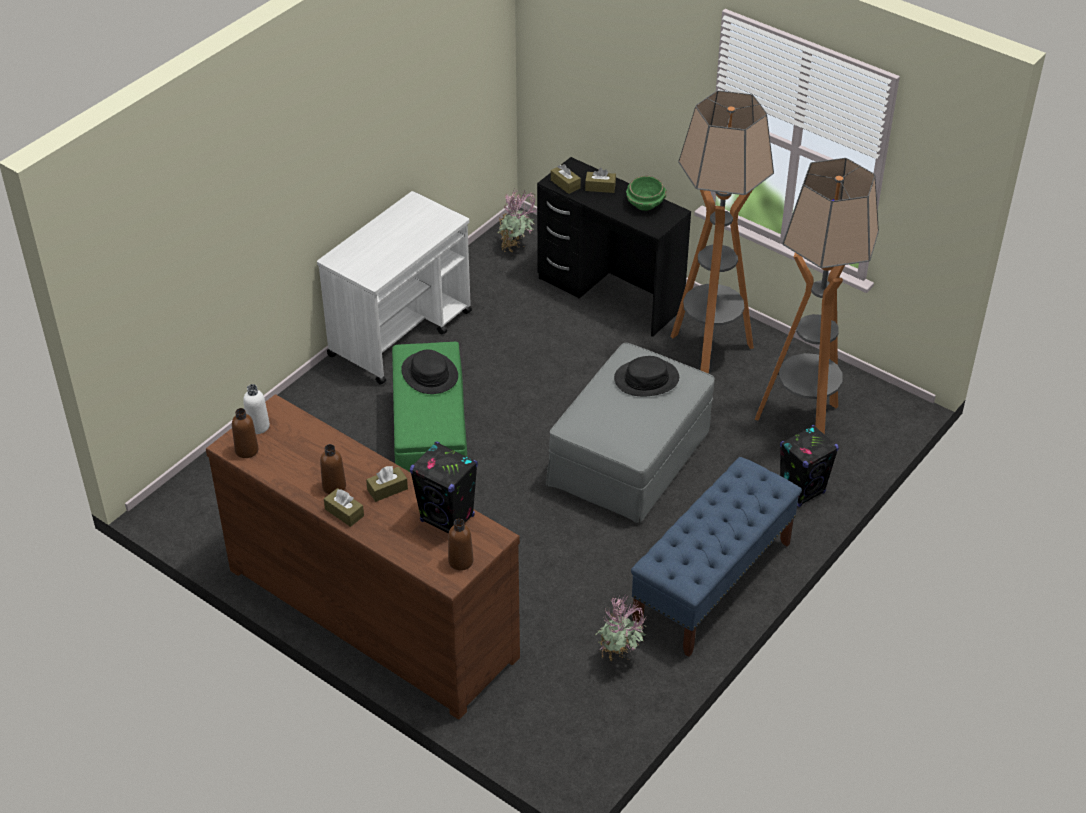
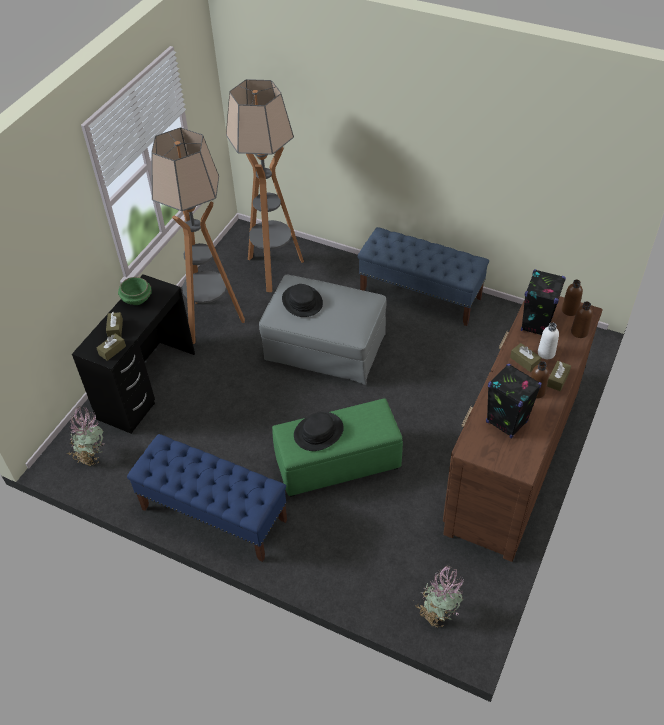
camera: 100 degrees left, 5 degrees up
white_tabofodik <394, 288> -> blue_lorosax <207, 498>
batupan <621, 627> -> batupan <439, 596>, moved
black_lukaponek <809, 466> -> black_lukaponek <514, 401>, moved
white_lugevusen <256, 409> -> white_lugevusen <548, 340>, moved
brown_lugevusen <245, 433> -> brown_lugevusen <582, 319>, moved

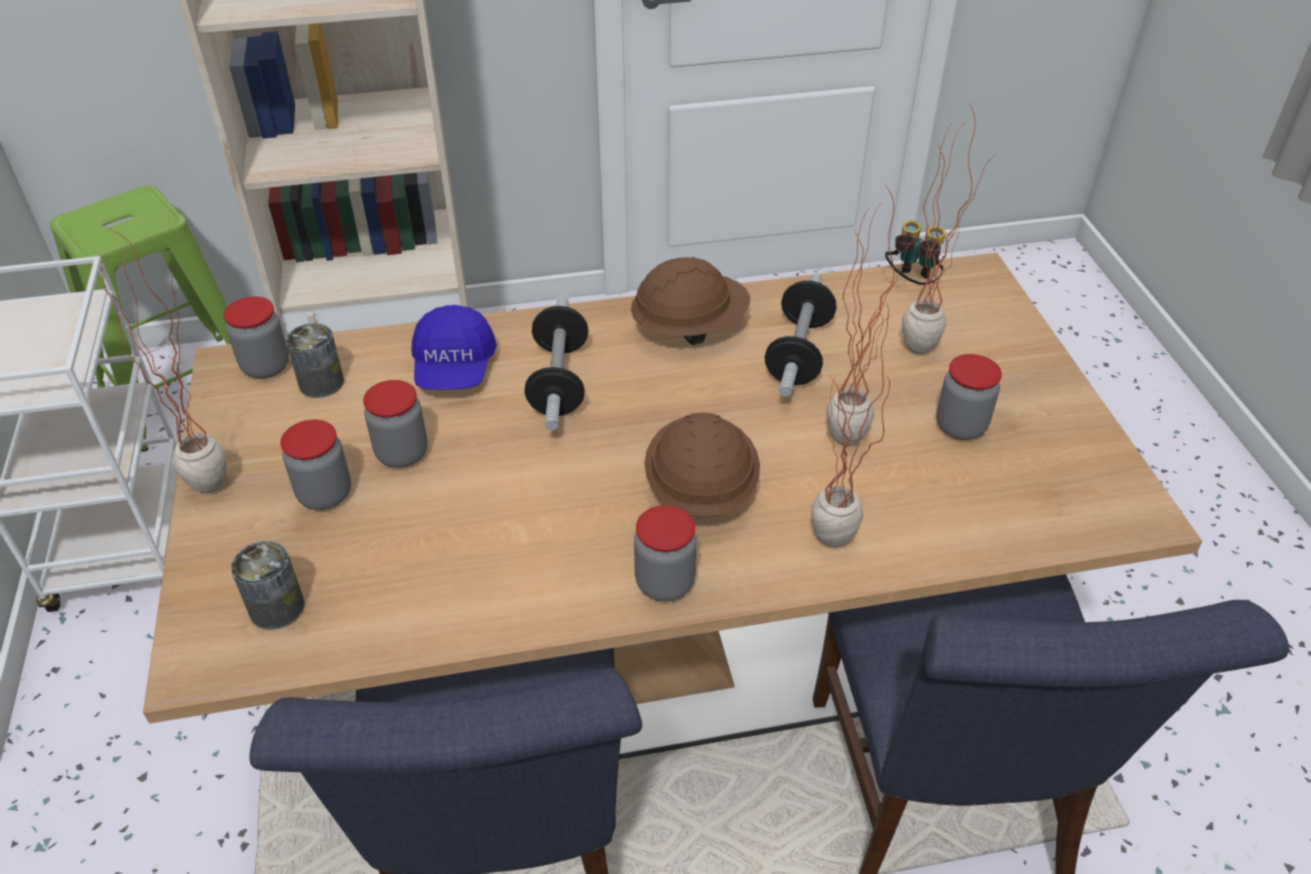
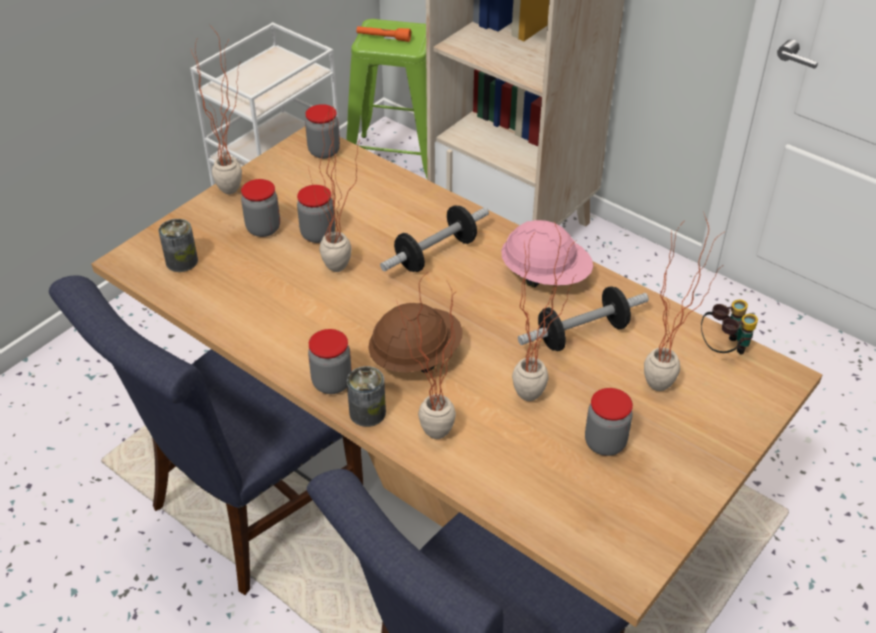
camera: 50 degrees right, 0 degrees up
none -> batupan <334, 189>
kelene <315, 360> -> kelene <366, 396>, moved
none -> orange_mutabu <383, 34>
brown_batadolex <690, 301> -> pink_batadolex <547, 254>
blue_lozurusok <454, 347> -> none

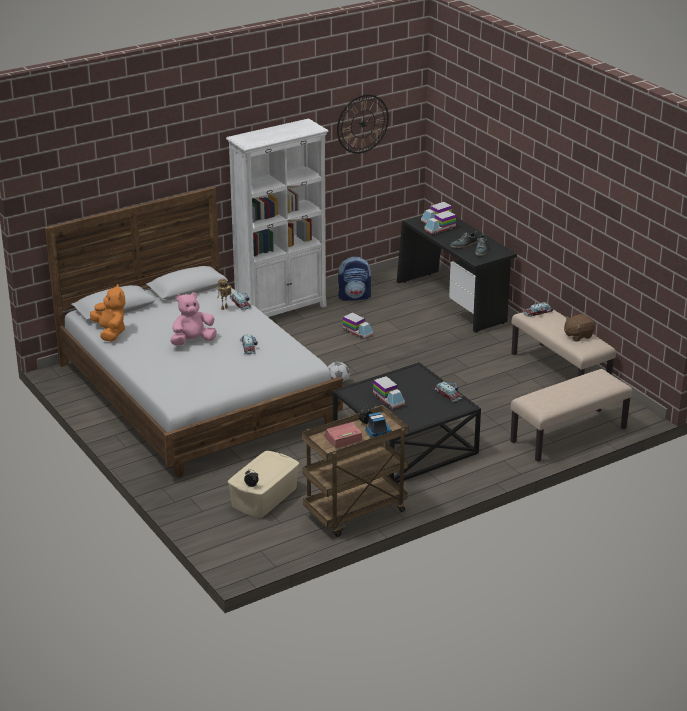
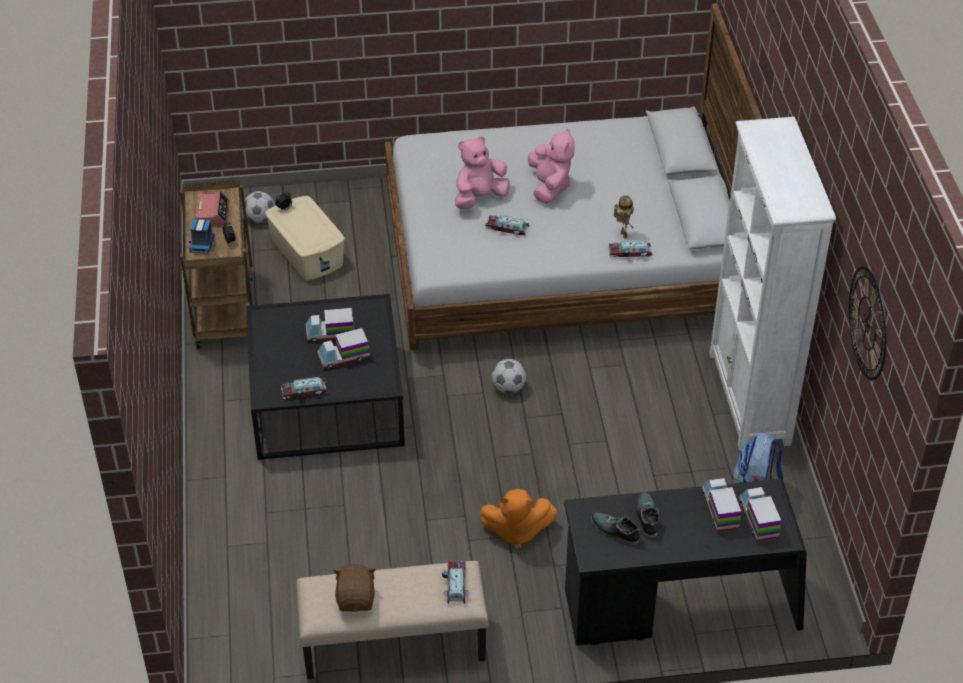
camera: 115 degrees right, 15 degrees up
none -> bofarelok <260, 207>
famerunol <358, 326> -> famerunol <344, 348>, moved
none -> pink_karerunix <482, 172>
orange_karerunix <107, 313> -> orange_karerunix <518, 519>, moved
beige_lorosax <571, 415> -> none

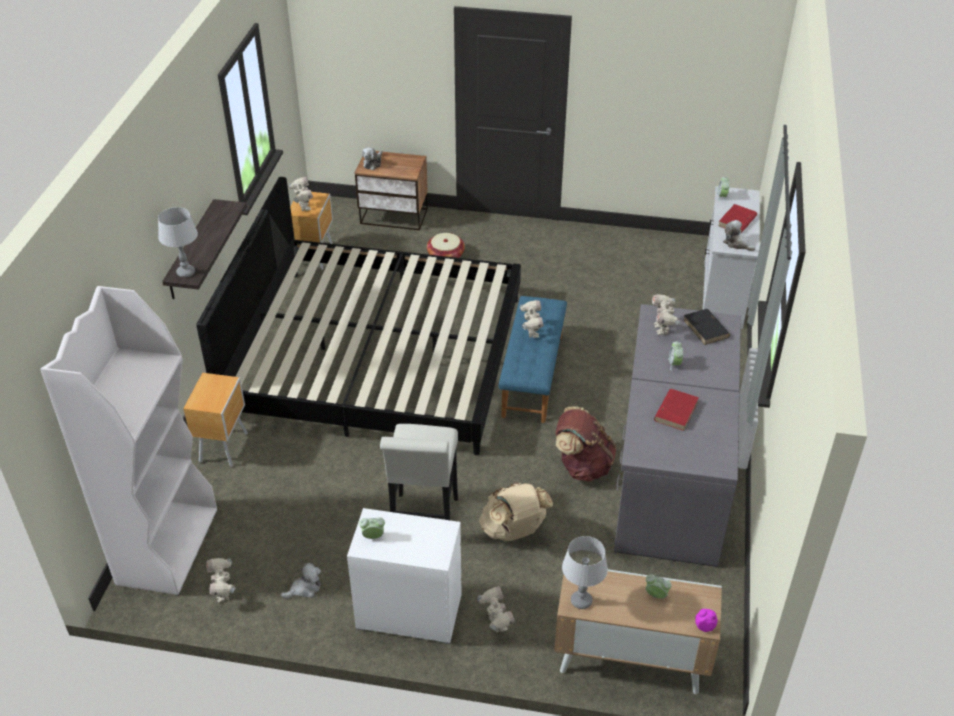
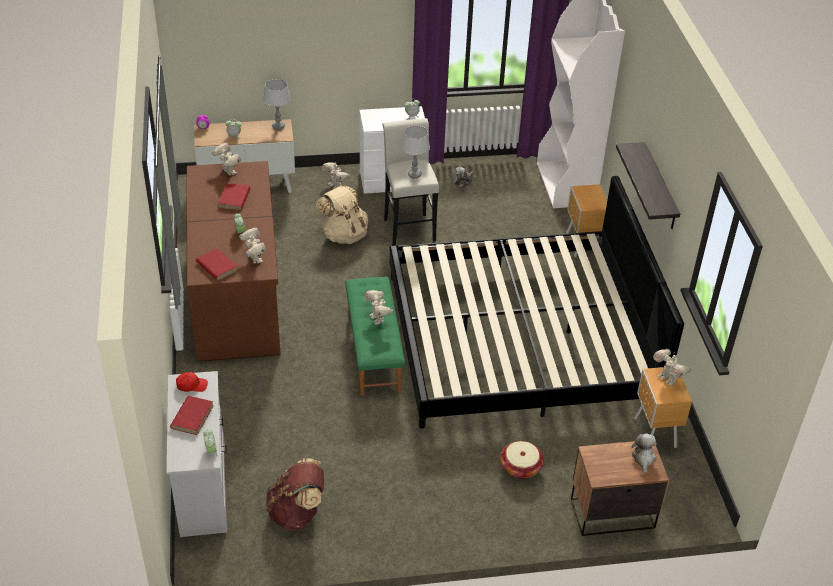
camera: 160 degrees right, 0 degrees up
karerunix <739, 235> -> red_lozurusok <192, 382>
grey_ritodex <677, 435> -> brown_ritodex <234, 261>
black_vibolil <706, 327> -> red_vibolil <217, 264>
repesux <221, 580> -> repesux <226, 159>, moved
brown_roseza <585, 444> -> brown_roseza <295, 494>, moved
blue_lorosax <533, 359> -> green_lorosax <375, 336>
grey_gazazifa <178, 242> -> grey_gazazifa <415, 152>, moved

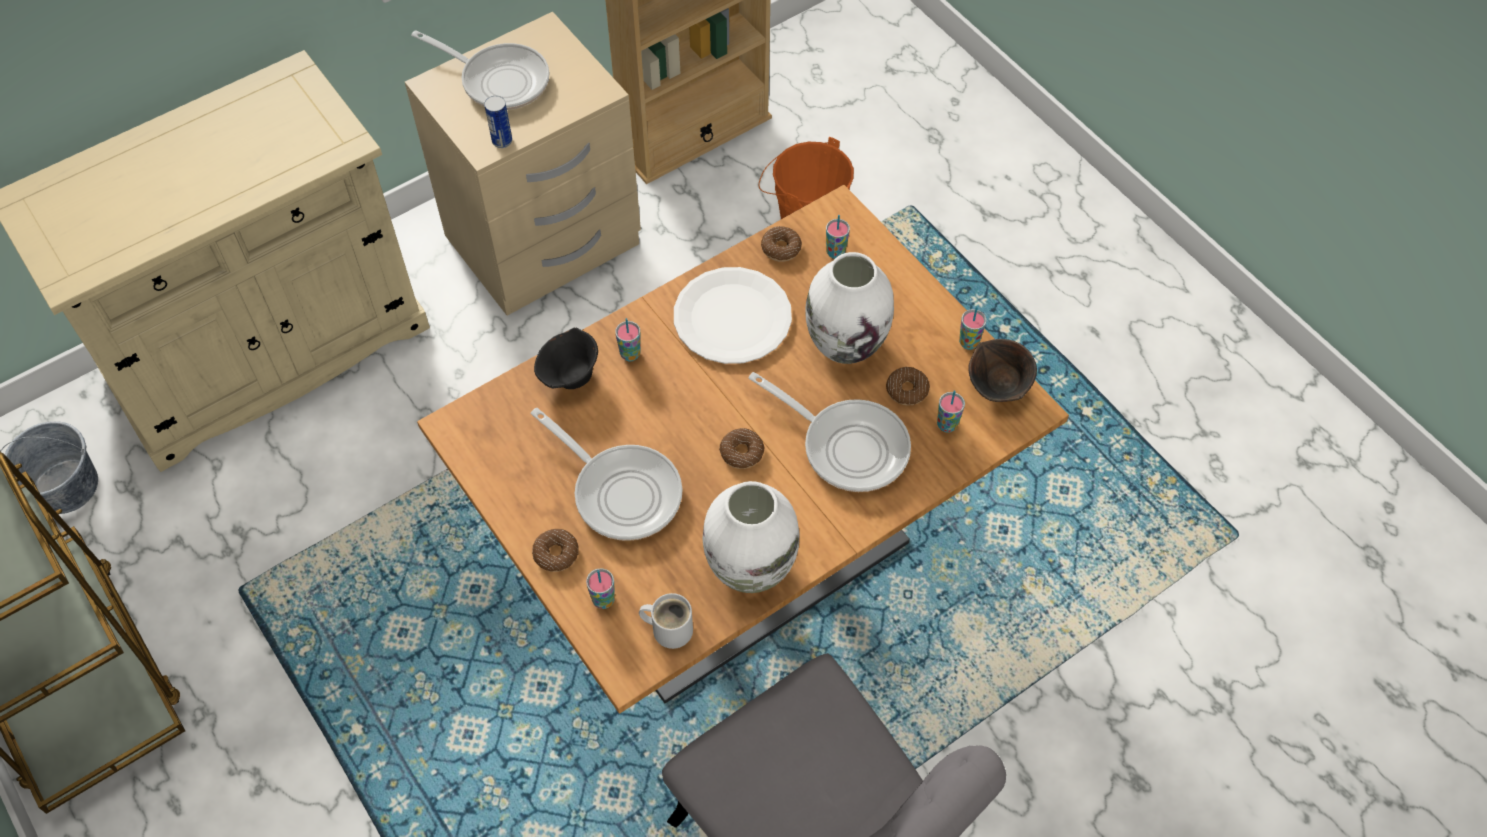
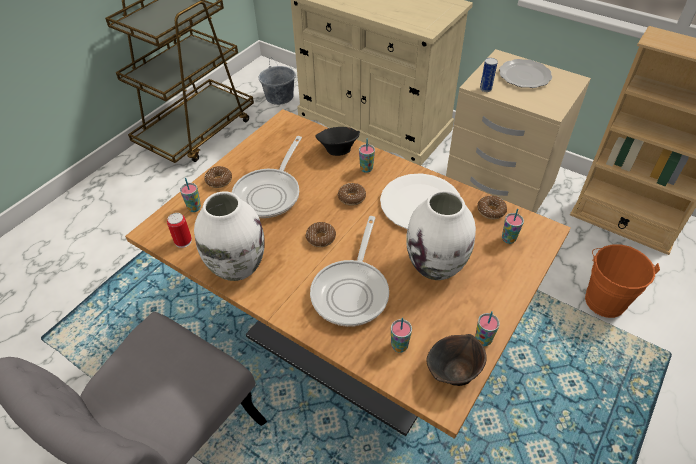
camera: 70 degrees right, 10 degrees down
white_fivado <666, 621> -> kelene <179, 230>
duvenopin <908, 386> -> duvenopin <352, 194>, moved
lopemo <480, 70> -> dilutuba <525, 73>

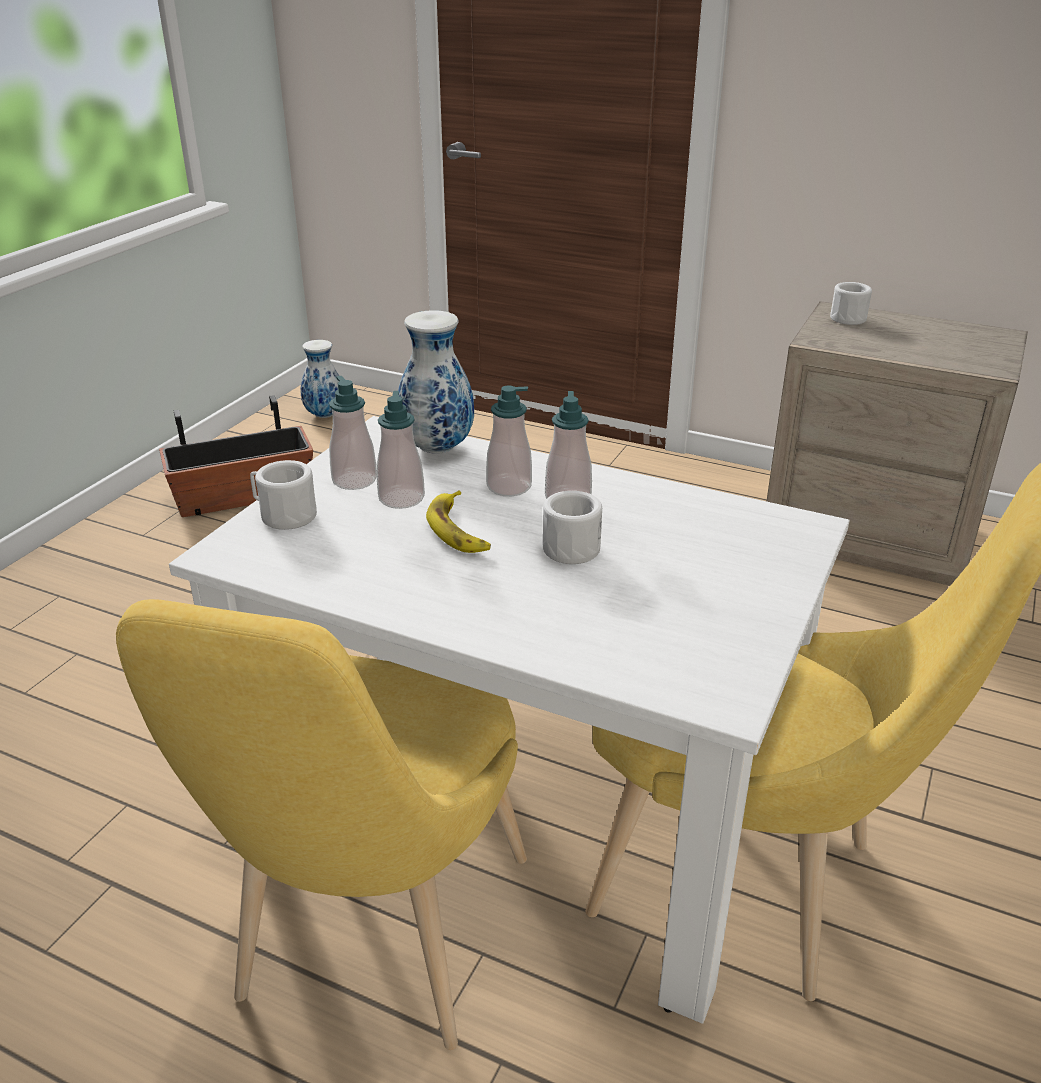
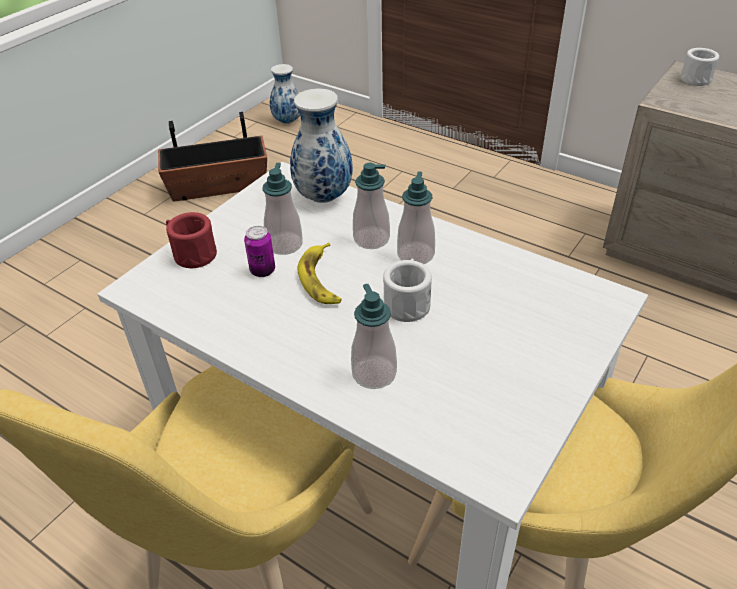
camera: 10 degrees right, 10 degrees up
white_fivado <283, 495> -> red_fivado <191, 240>
none -> kelene <259, 251>
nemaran <353, 433> -> nemaran <374, 336>, moved

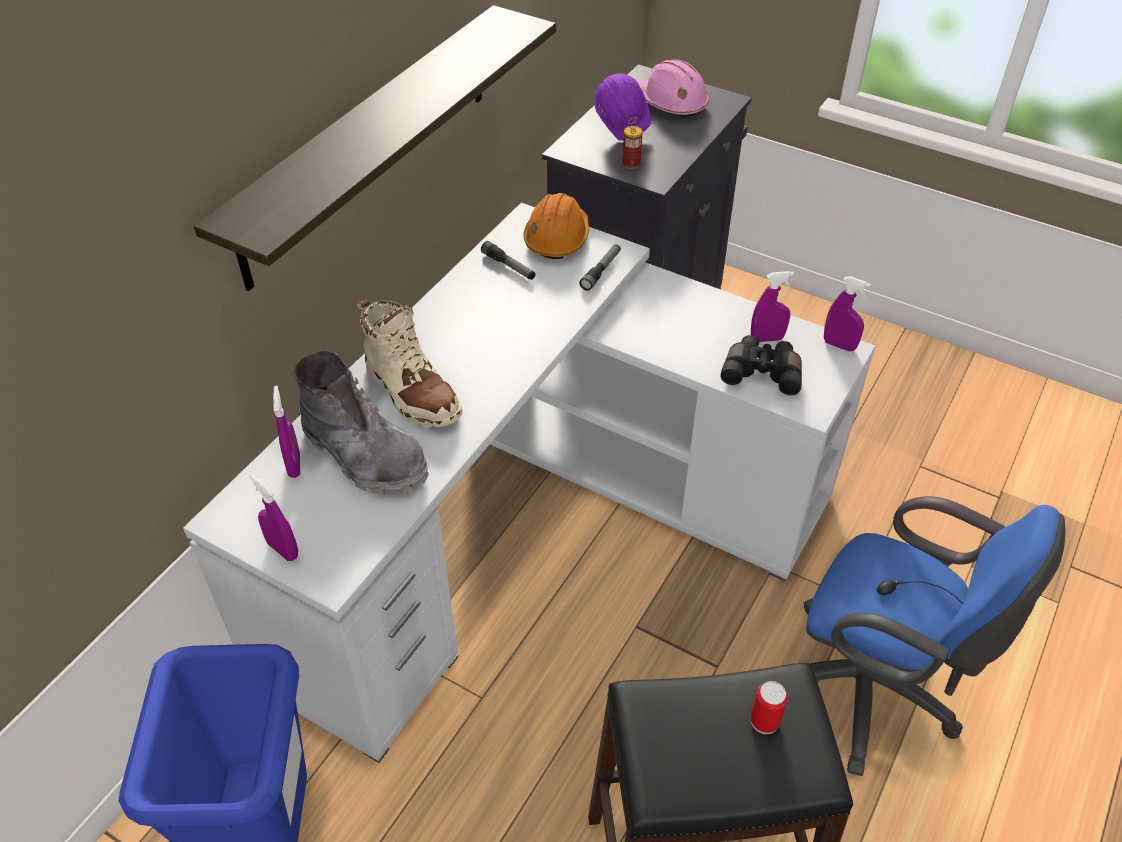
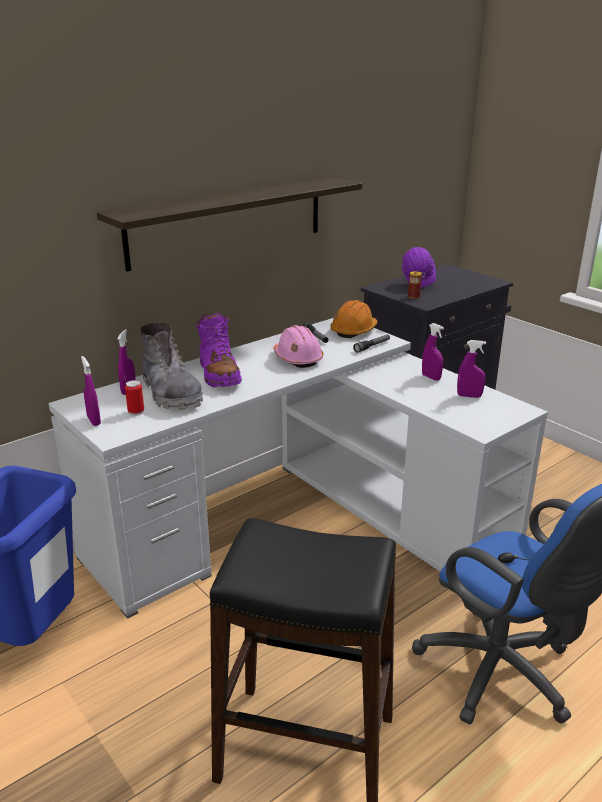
camera: 20 degrees right, 20 degrees down
kelene <769, 707> -> kelene <134, 398>, moved
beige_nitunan <410, 362> -> purple_nitunan <219, 350>
pink_batadolex <673, 88> -> pink_batadolex <298, 346>, moved
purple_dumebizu <847, 313> -> purple_dumebizu <433, 352>, moved
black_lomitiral <761, 365> -> none

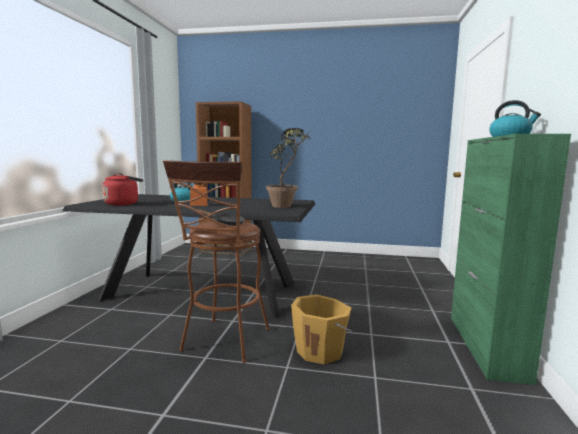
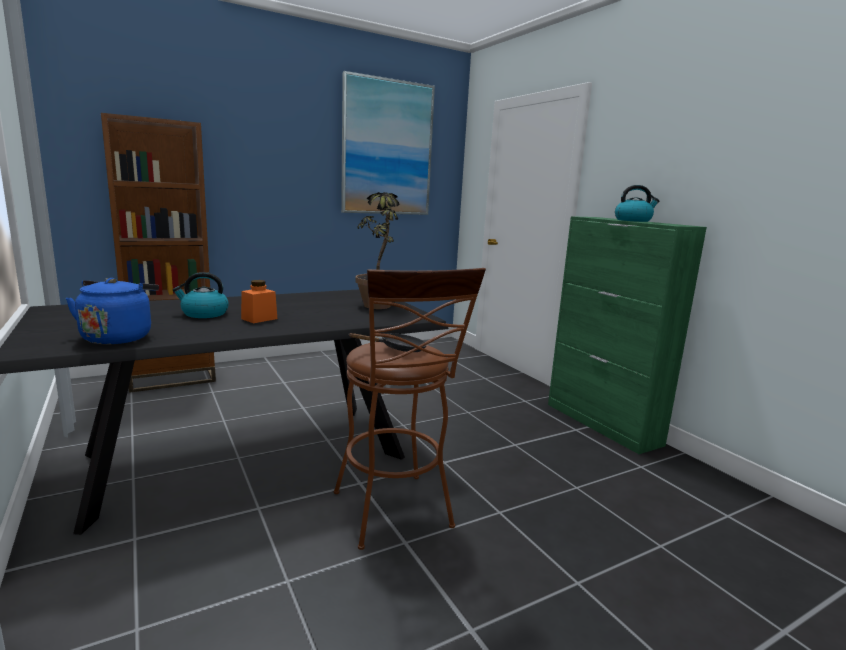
camera: 40 degrees left, 5 degrees up
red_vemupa <122, 189> -> blue_vemupa <112, 311>
none -> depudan <388, 143>
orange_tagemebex <321, 329> -> none

